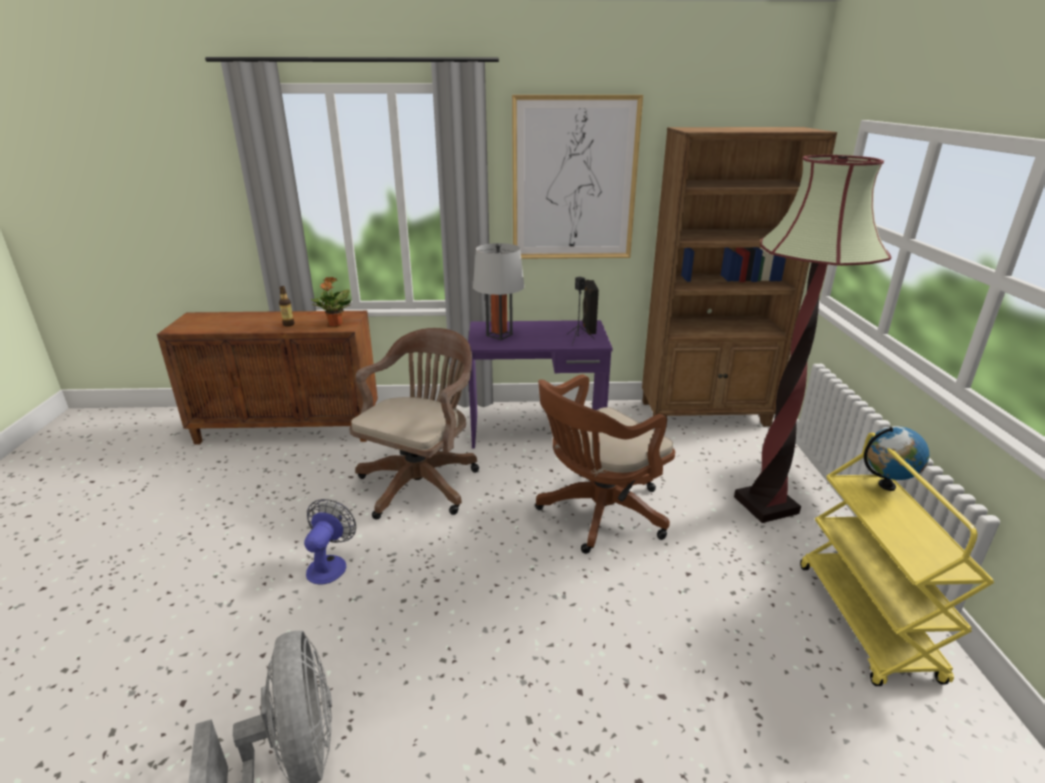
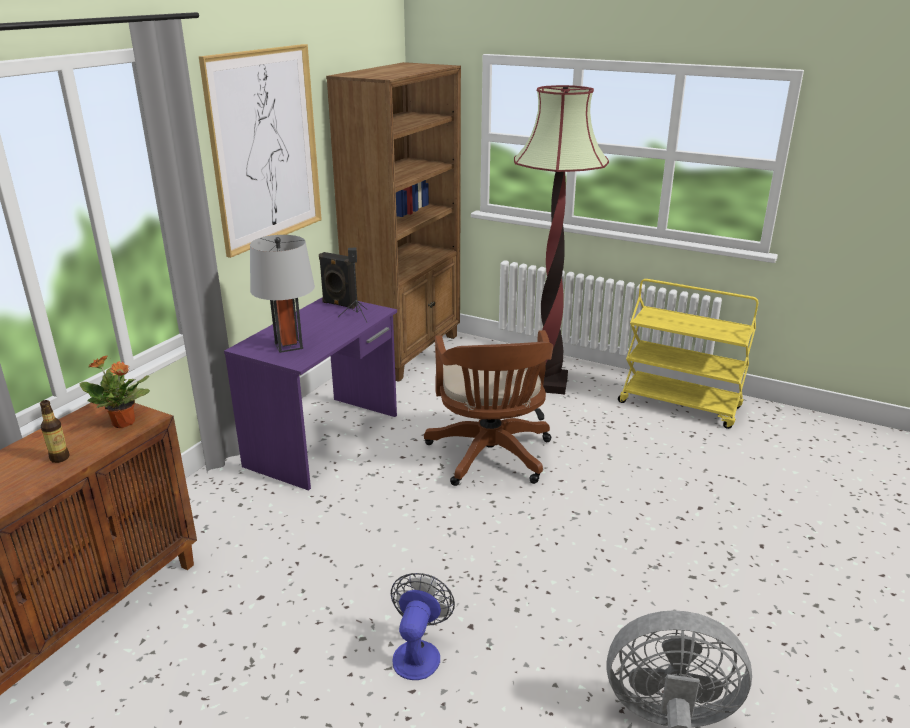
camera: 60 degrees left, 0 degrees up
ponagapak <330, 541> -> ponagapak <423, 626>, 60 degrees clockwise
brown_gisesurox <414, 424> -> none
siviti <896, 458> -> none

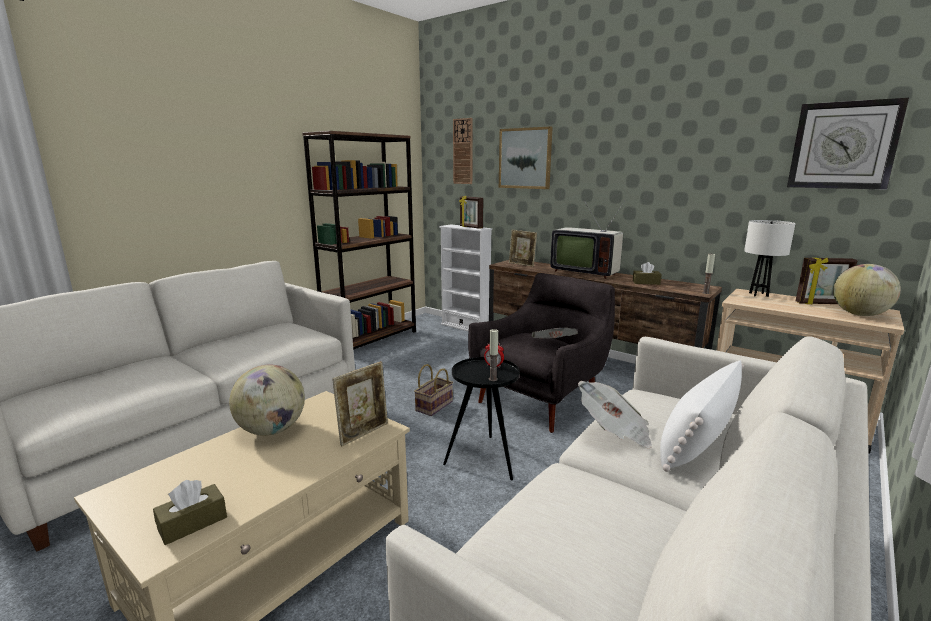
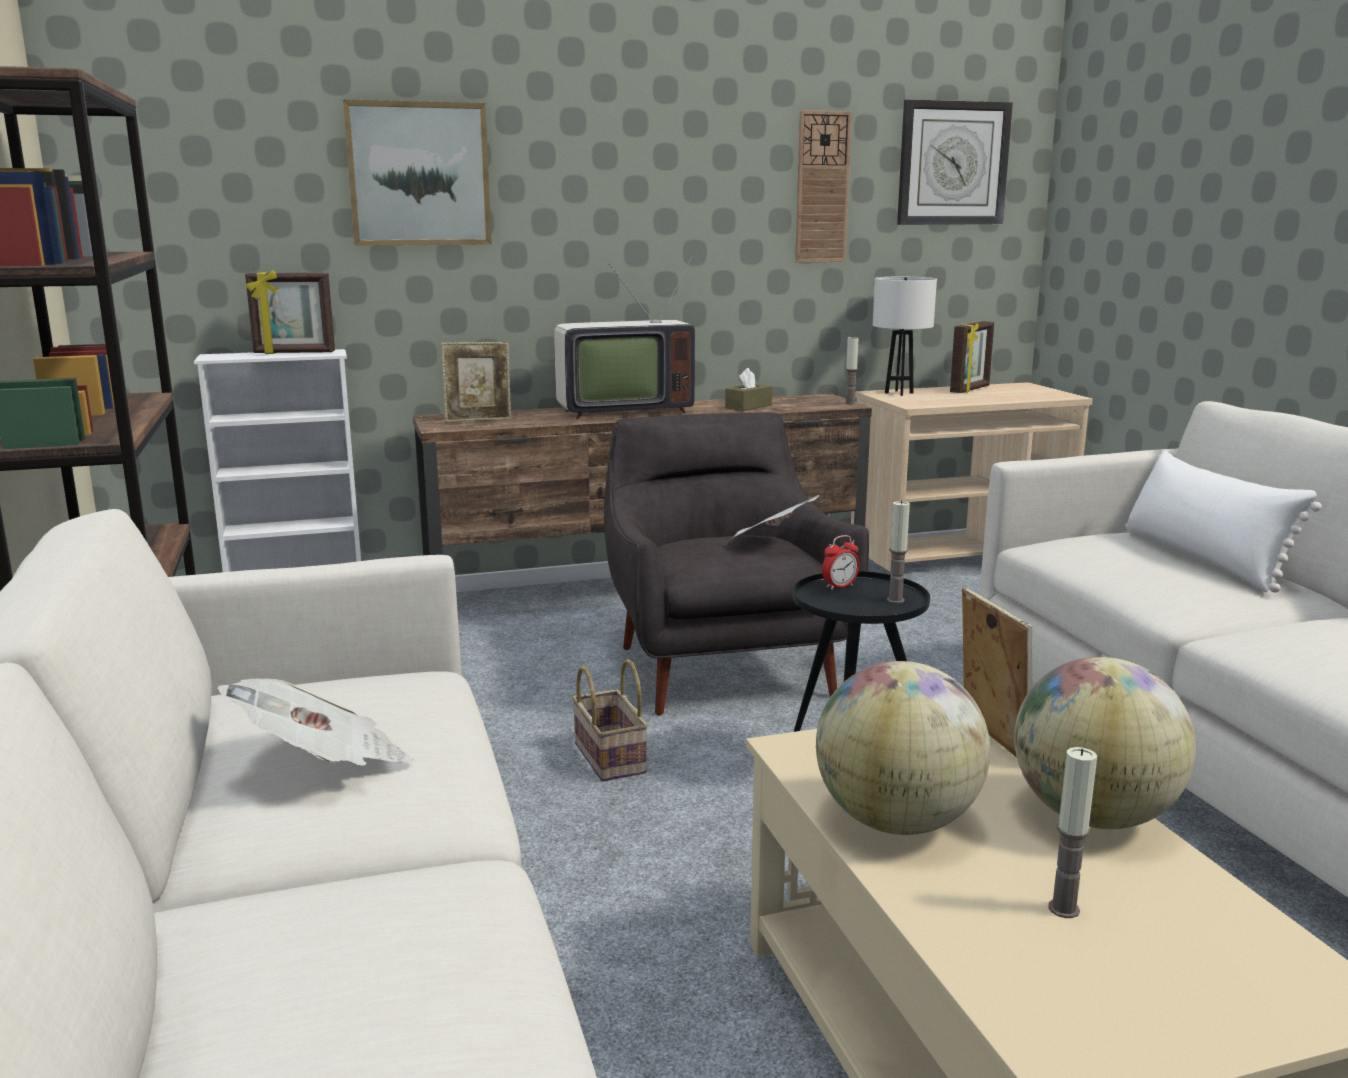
camera: 55 degrees left, 0 degrees up
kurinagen <615, 415> -> kurinagen <316, 722>, moved
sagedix <463, 151> -> sagedix <823, 186>, moved
siviti <867, 290> -> siviti <1105, 743>, moved
none -> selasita <1072, 832>
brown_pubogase <190, 512> -> none

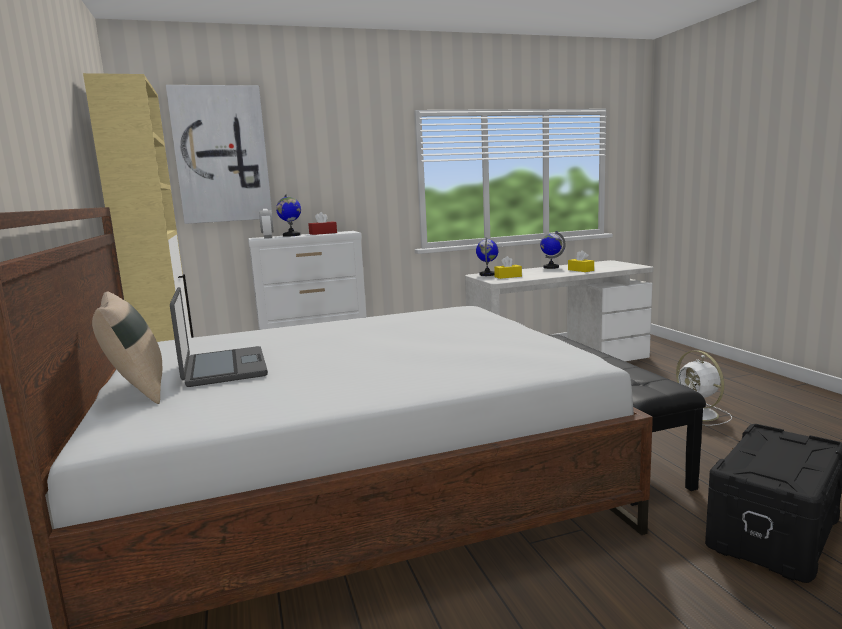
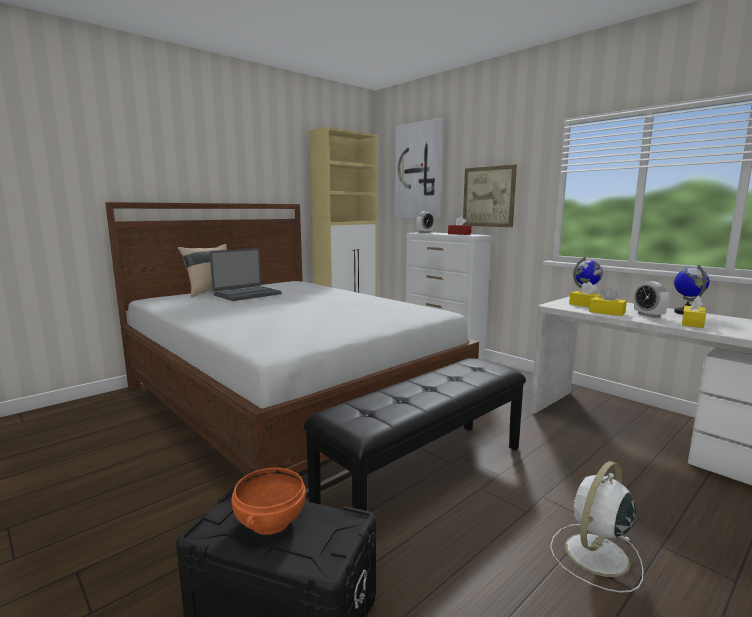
camera: 65 degrees right, 0 degrees up
none -> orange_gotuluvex <268, 501>
none -> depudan <490, 195>
none -> yellow_pubogase <608, 301>
none -> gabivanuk <651, 299>
siviti <288, 215> -> none

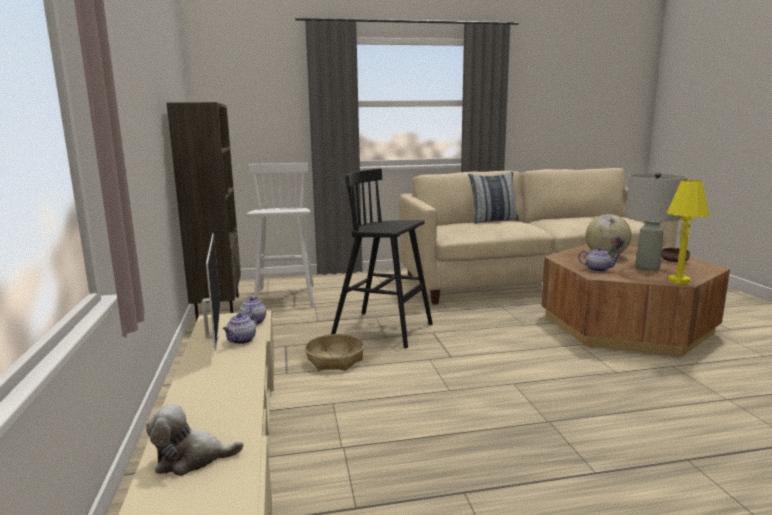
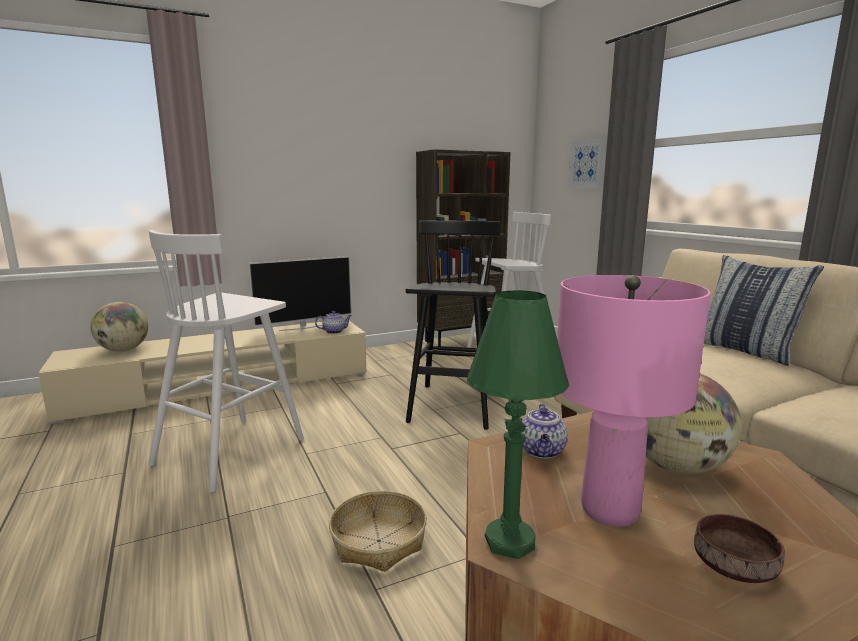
camera: 75 degrees right, 0 degrees up
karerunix <195, 440> -> siviti <119, 327>
none -> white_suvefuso <226, 361>
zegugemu <334, 352> -> zegugemu <378, 531>, moved
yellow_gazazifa <688, 232> -> green_gazazifa <518, 424>
grey_gazazifa <656, 221> -> pink_gazazifa <634, 401>
none -> depudan <587, 162>
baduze <240, 328> -> none

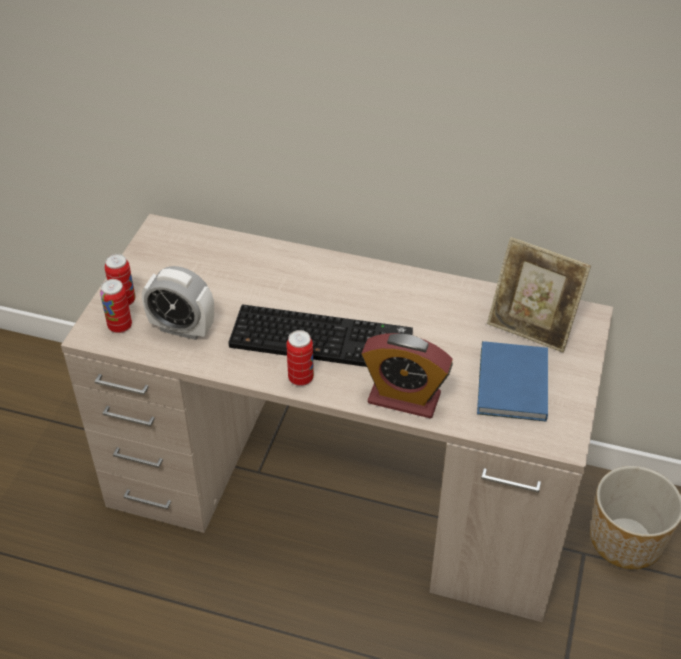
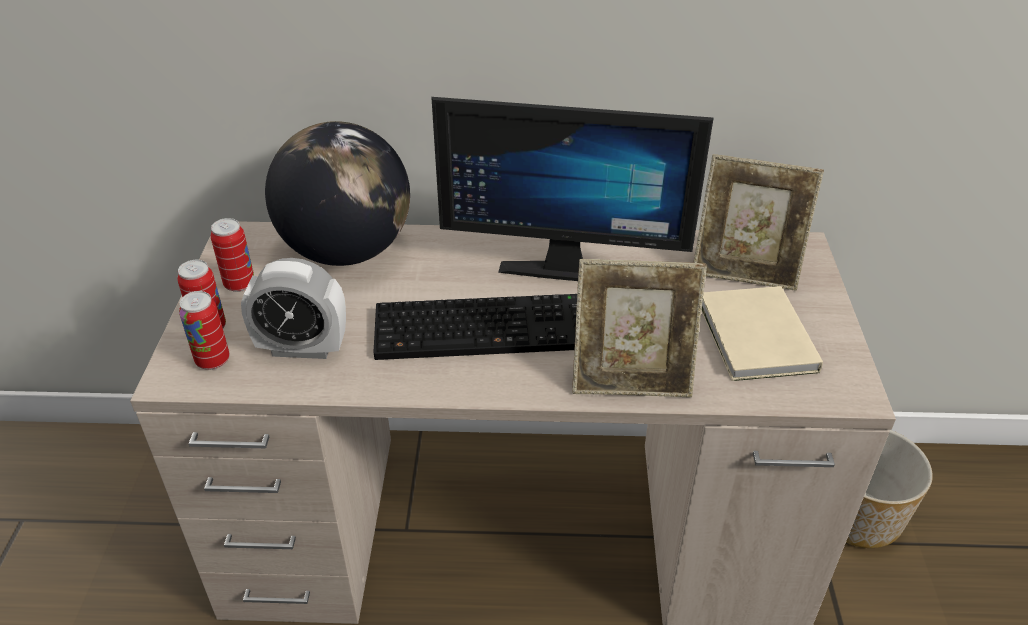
camera: 15 degrees left, 5 degrees down
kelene <300, 358> -> kelene <232, 255>, moved
none -> siviti <337, 193>
none -> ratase <572, 189>
gabivanuk <407, 375> -> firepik <639, 328>
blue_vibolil <512, 381> -> beige_vibolil <762, 333>

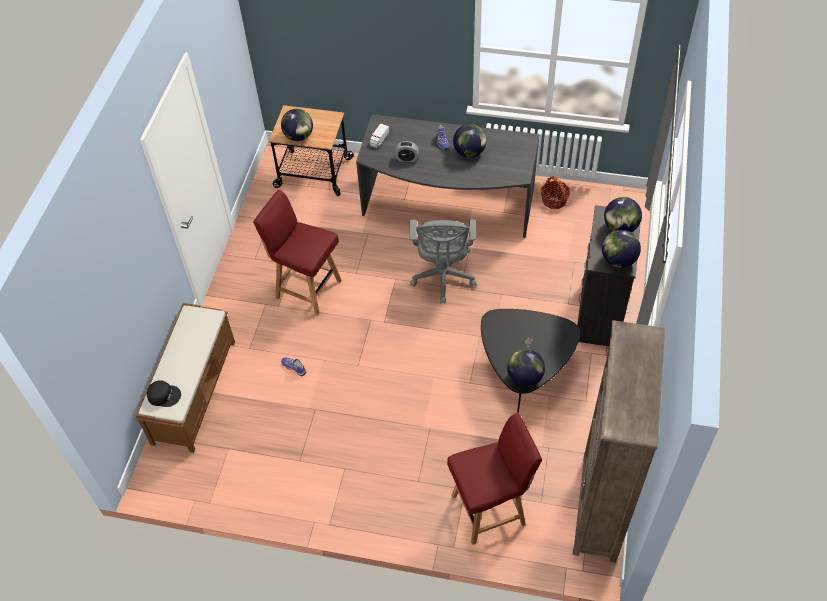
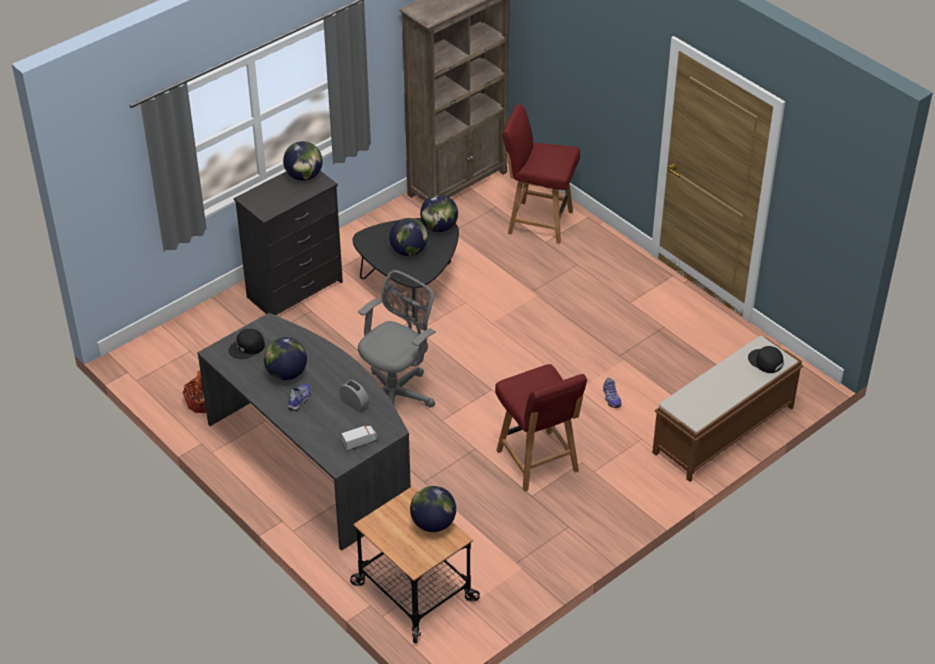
camera: 145 degrees left, 10 degrees down
none -> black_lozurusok <247, 344>
siviti <623, 214> -> siviti <408, 237>, moved

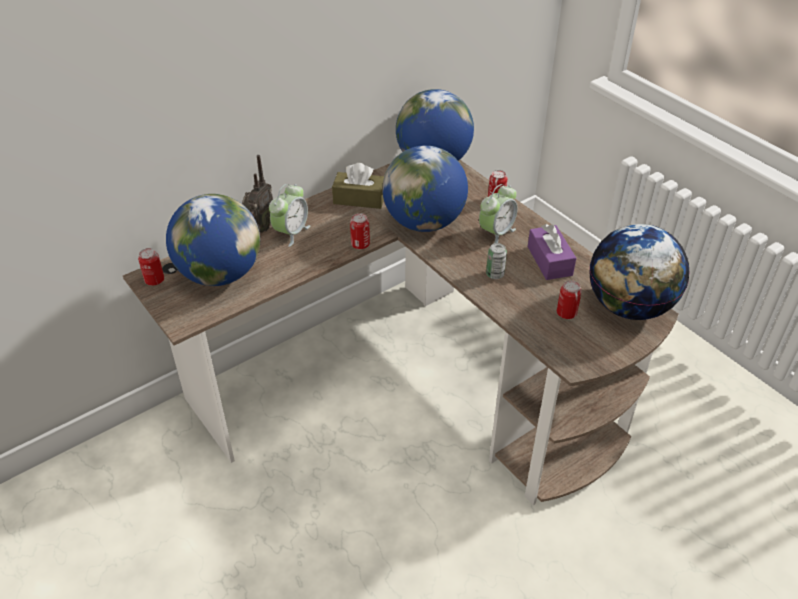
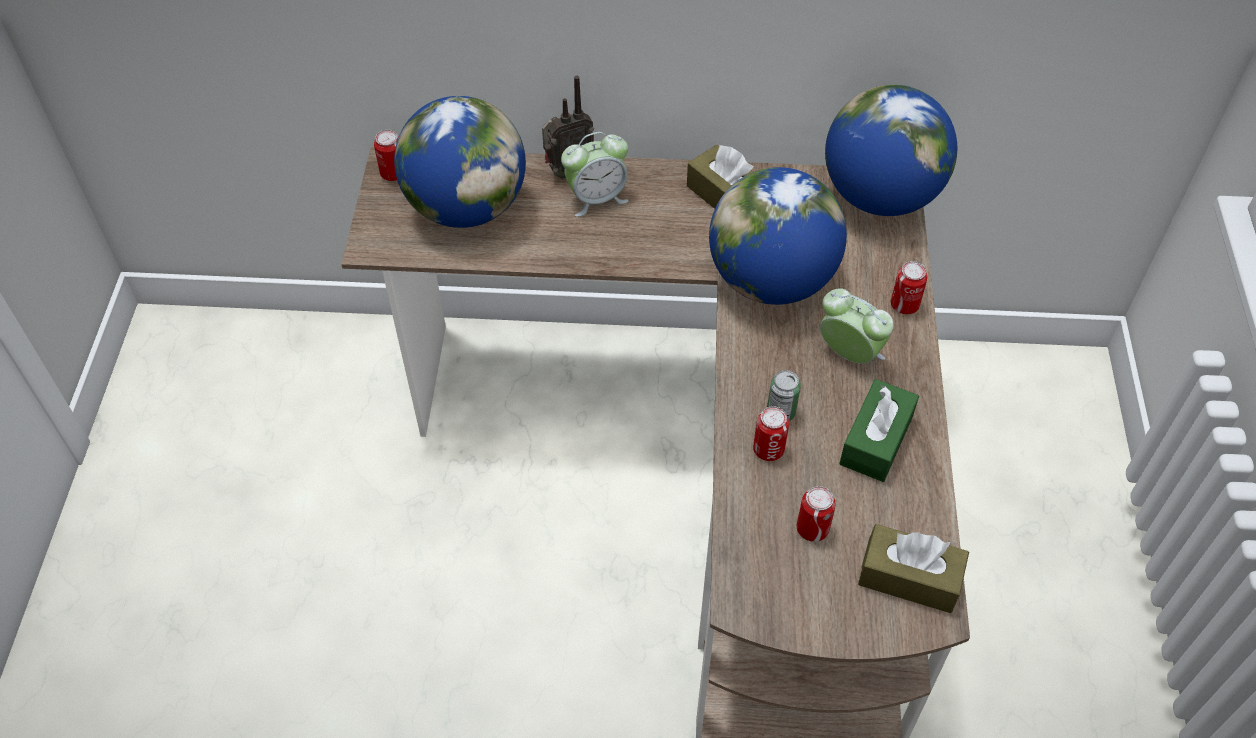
camera: 40 degrees right, 10 degrees up
kelene <360, 231> -> kelene <771, 433>, moved
gabivanuk <498, 214> -> gabivanuk <857, 326>, 135 degrees counterclockwise
purple_pubogase <552, 252> -> green_pubogase <879, 430>
siviti <639, 272> -> brown_pubogase <913, 568>

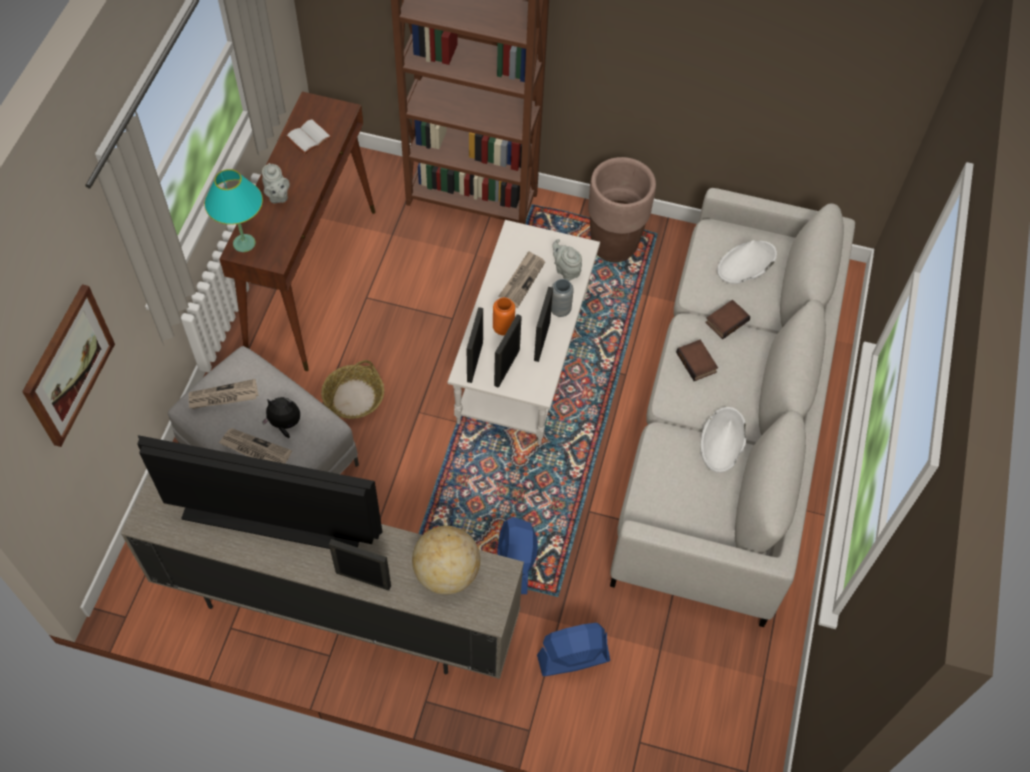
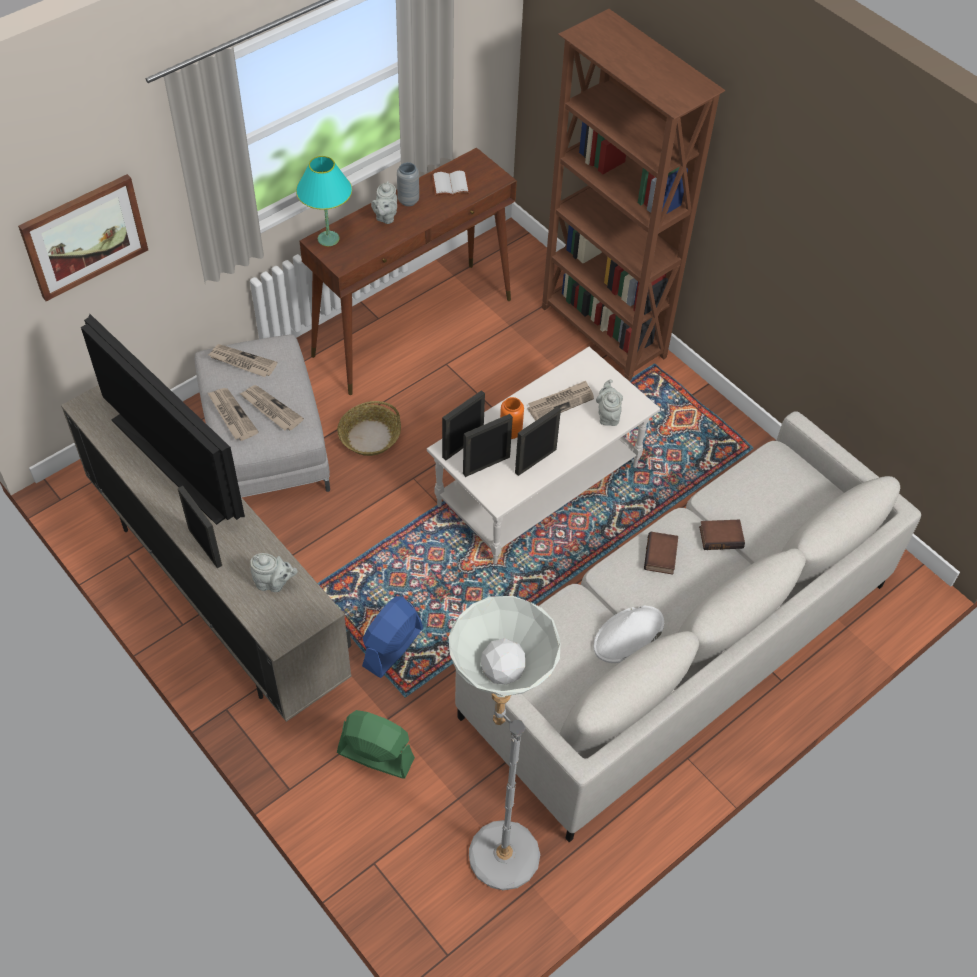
camera: 35 degrees right, 5 degrees down
karerunix <281, 417> -> kurinagen <272, 407>
siviti <446, 560> -> grey_baduze <274, 572>
blue_ponagapak <573, 649> -> green_ponagapak <376, 744>
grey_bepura <562, 298> -> grey_bepura <408, 184>, moved
none -> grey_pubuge <504, 743>
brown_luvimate <622, 209> -> none
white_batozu <747, 262> -> none

